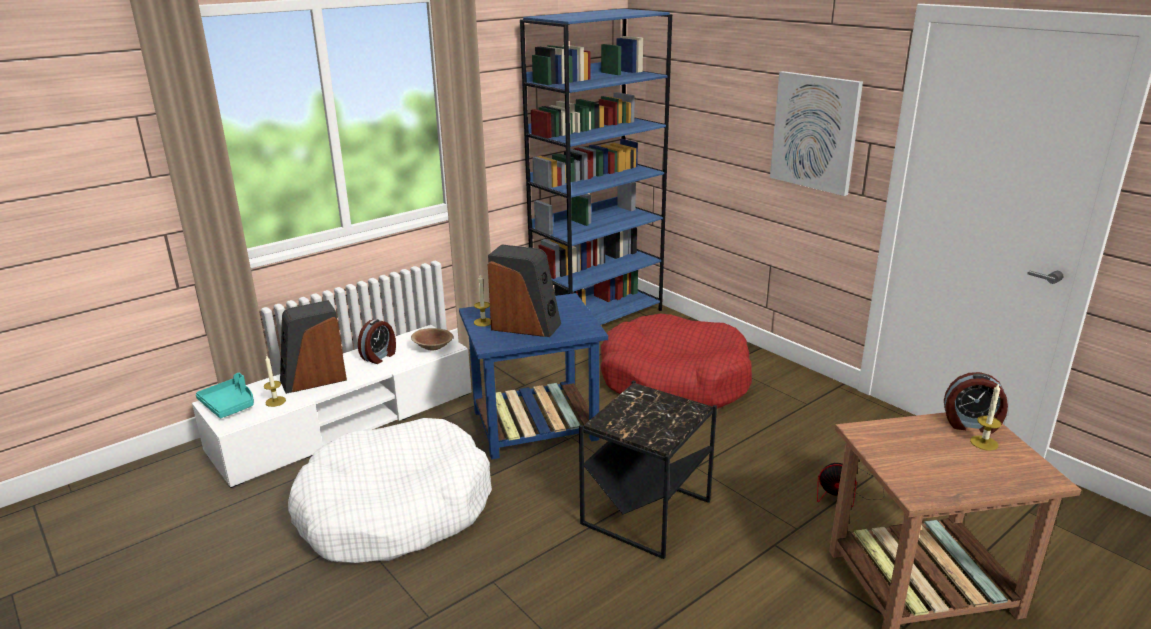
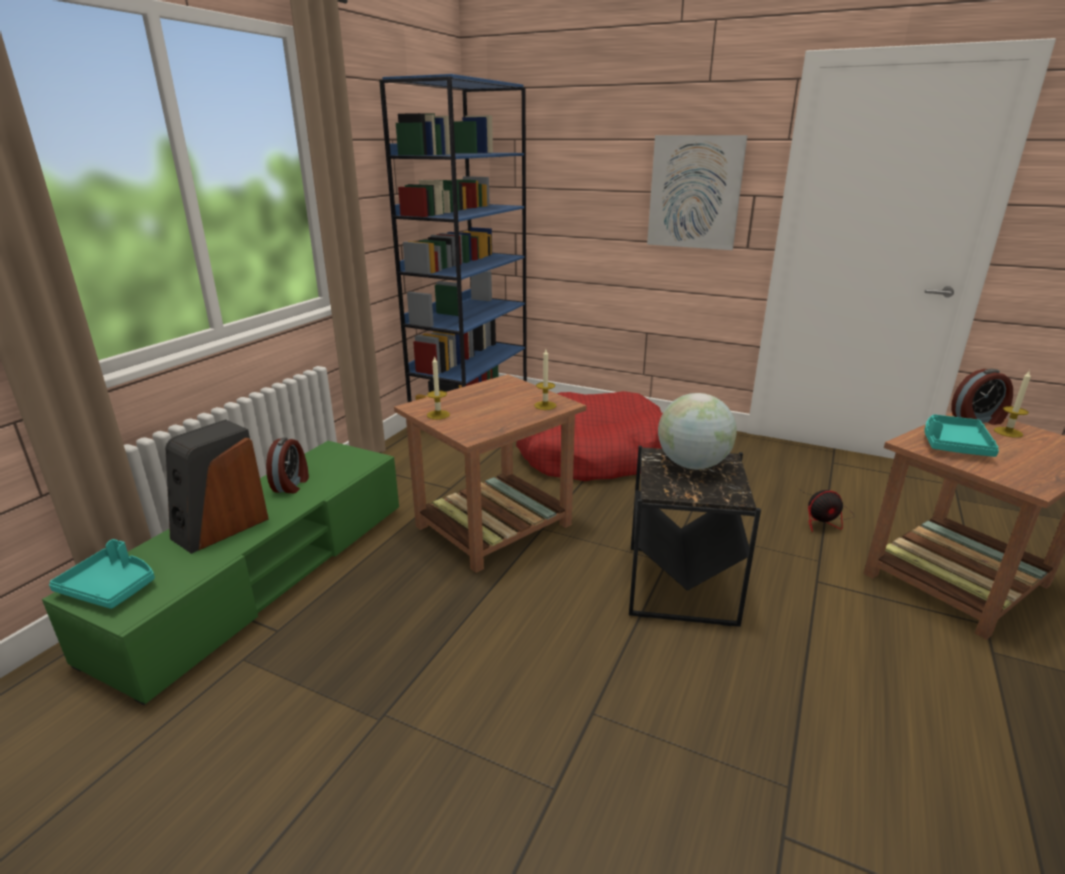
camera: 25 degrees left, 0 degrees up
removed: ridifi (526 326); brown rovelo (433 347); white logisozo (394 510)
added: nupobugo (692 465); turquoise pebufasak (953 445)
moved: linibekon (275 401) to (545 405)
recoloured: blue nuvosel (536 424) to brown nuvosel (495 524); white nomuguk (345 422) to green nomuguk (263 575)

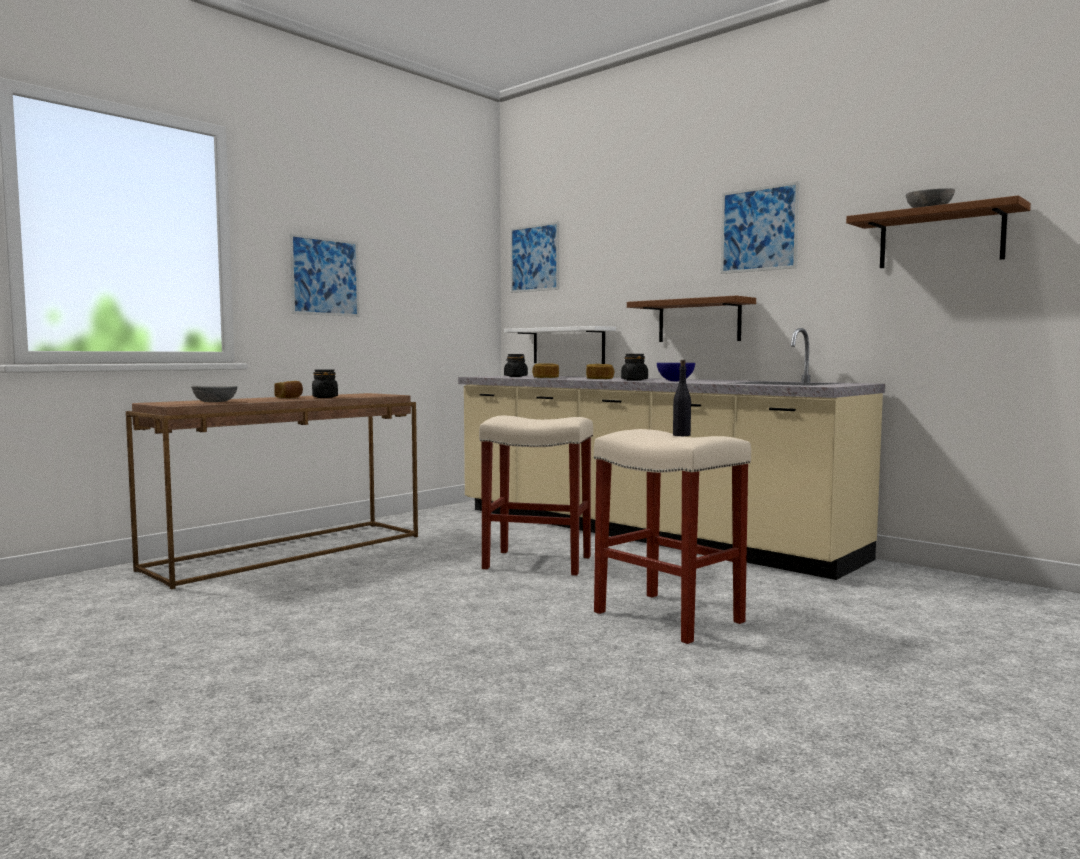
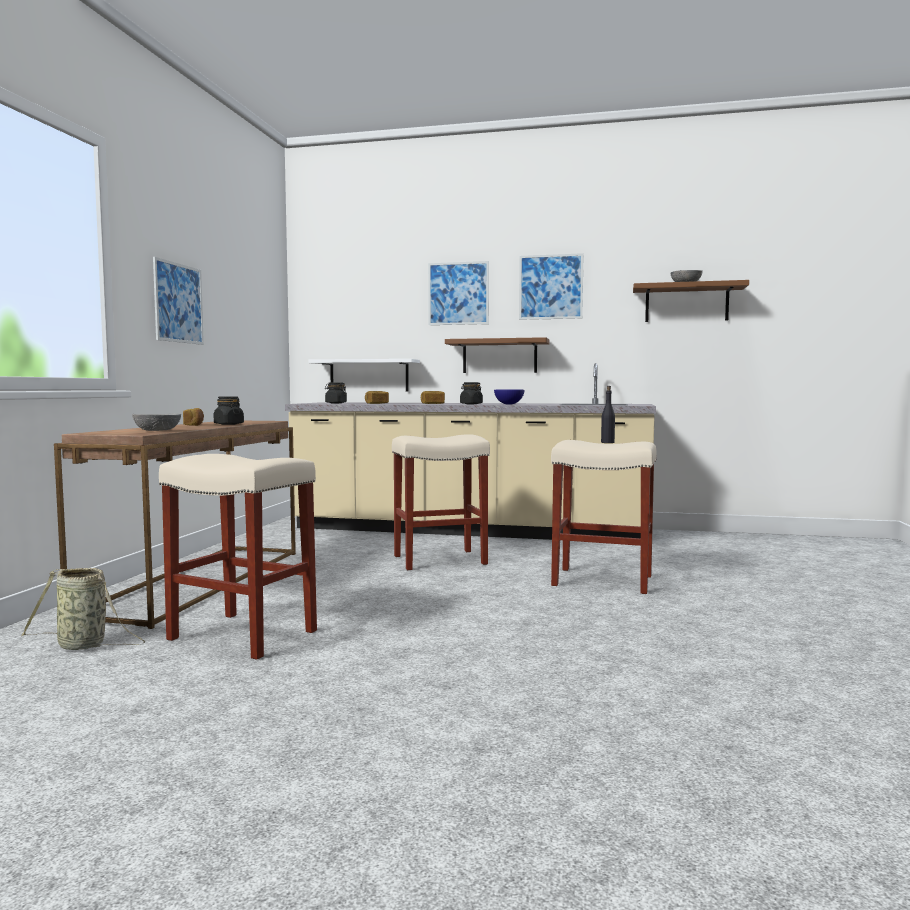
camera: 30 degrees left, 0 degrees up
added: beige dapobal (245 635); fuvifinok (85 645)
moved: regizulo (534 258) to (458 293)

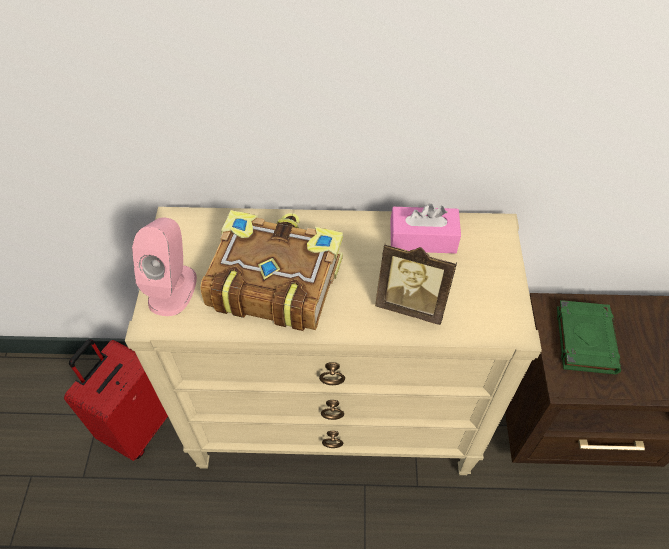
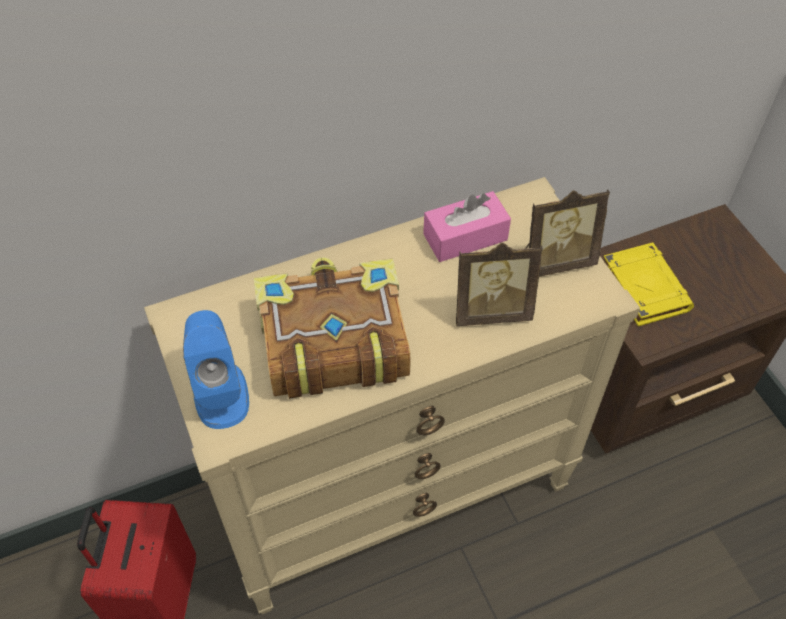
camera: 25 degrees left, 0 degrees up
added: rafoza (555 260)
recoloured: pink ridifi (172 288) to blue ridifi (220 393); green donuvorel (585 339) to yellow donuvorel (644 287)

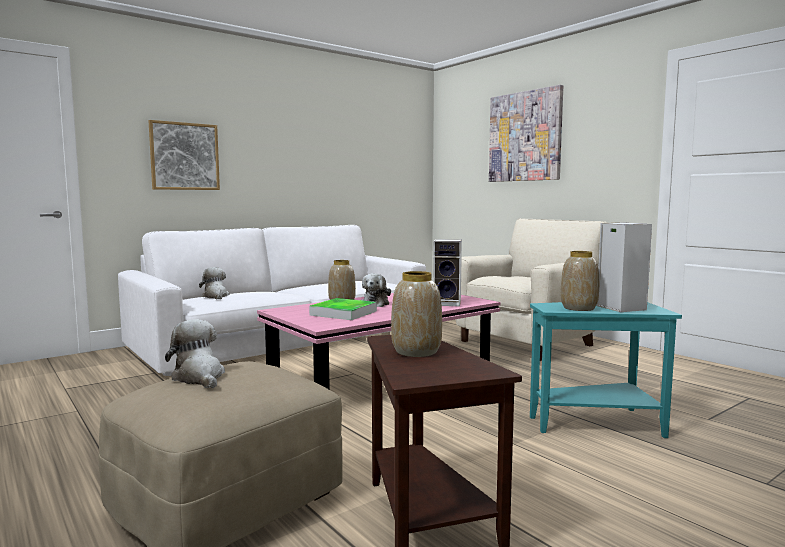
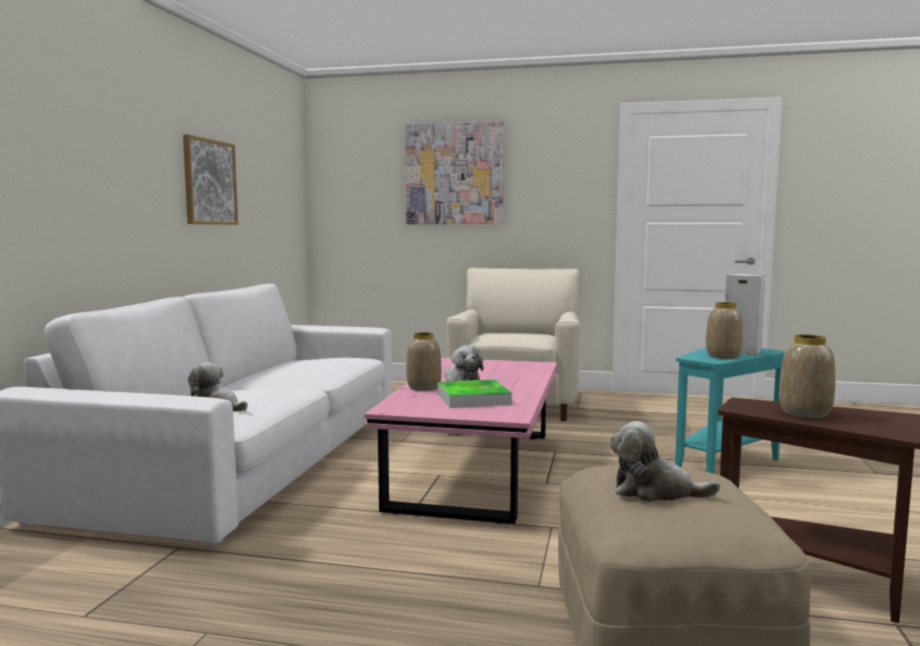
camera: 40 degrees left, 0 degrees up
removed: ridifi (448 303)
moved: regizulo (184 156) to (209 182)

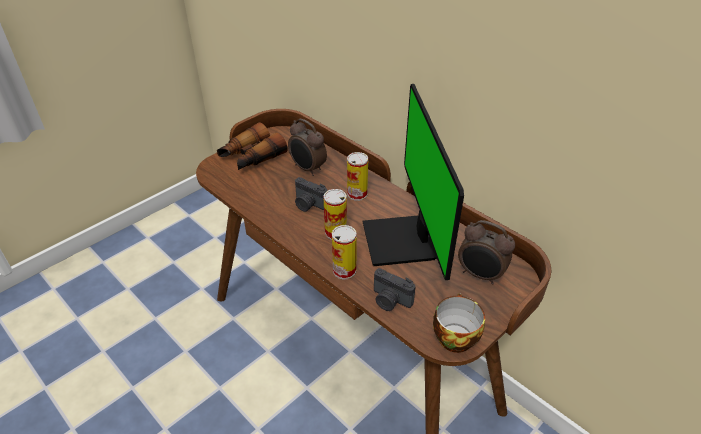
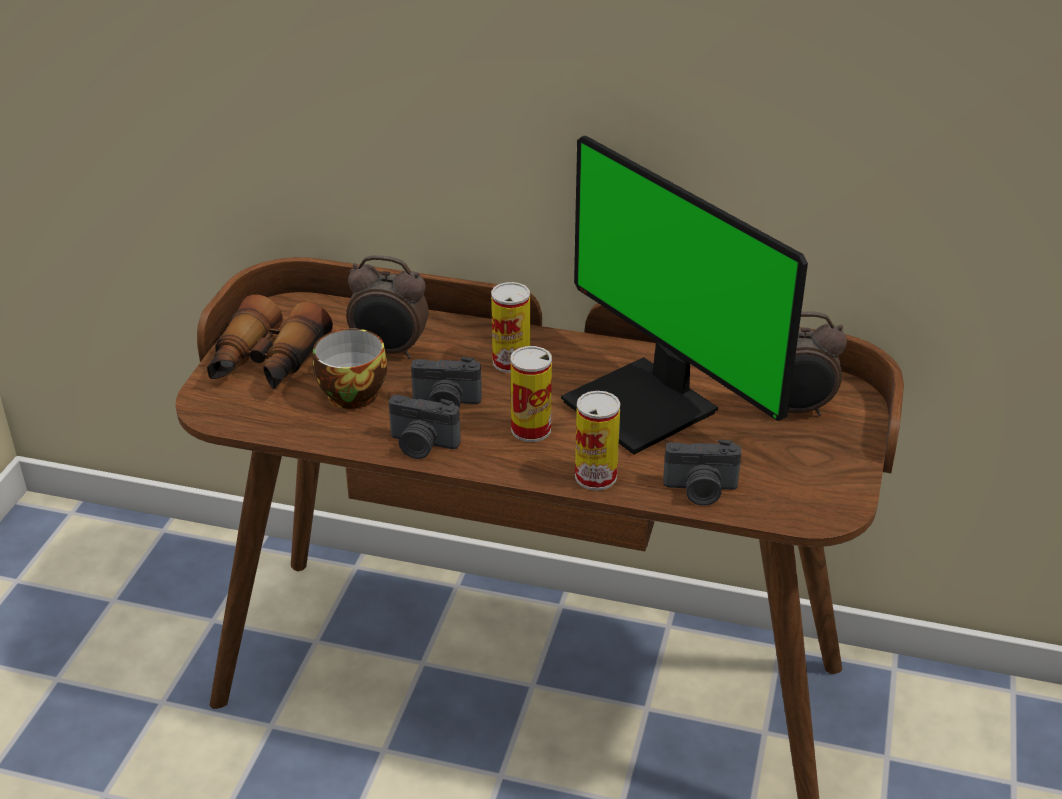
camera: 30 degrees left, 5 degrees down
added: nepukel (422 445)
moved: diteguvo (453 336) to (349 392)

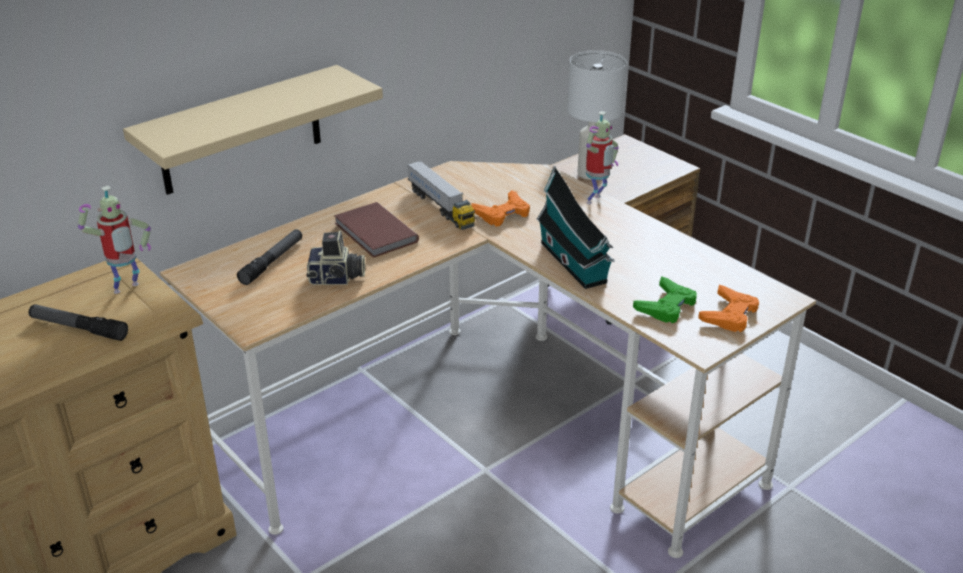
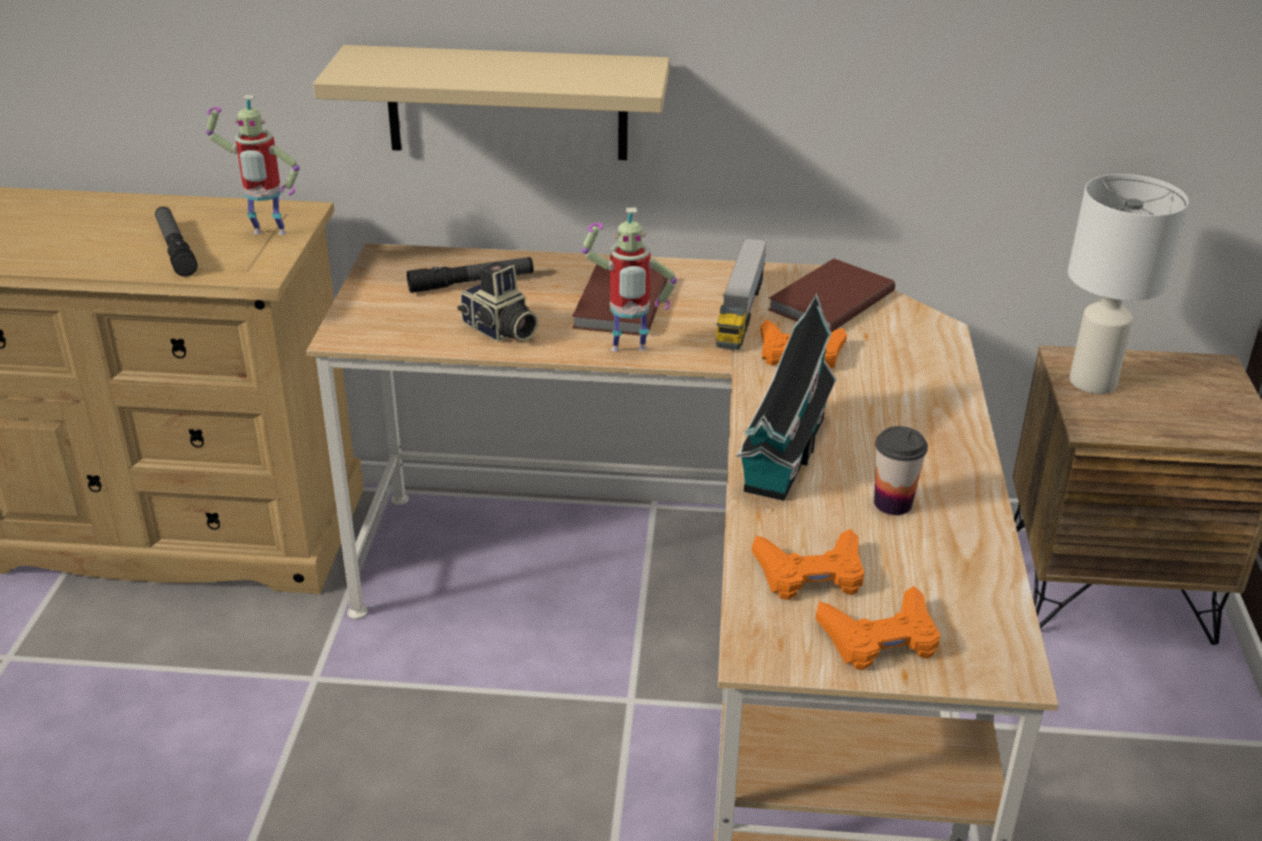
camera: 45 degrees right, 0 degrees up
added: brown donuvorel (828 300); diteguvo (892 503)
moved: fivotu (596 201) to (628 352)
recoloured: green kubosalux (666 306) to orange kubosalux (810 573)

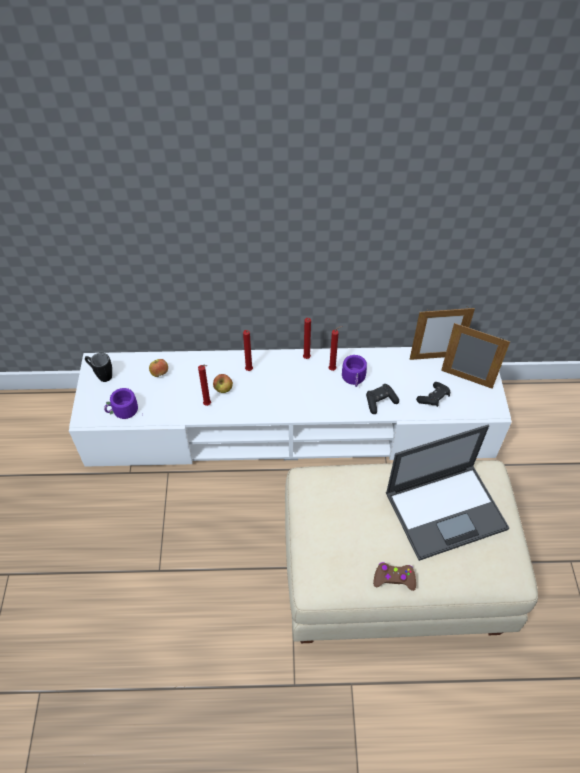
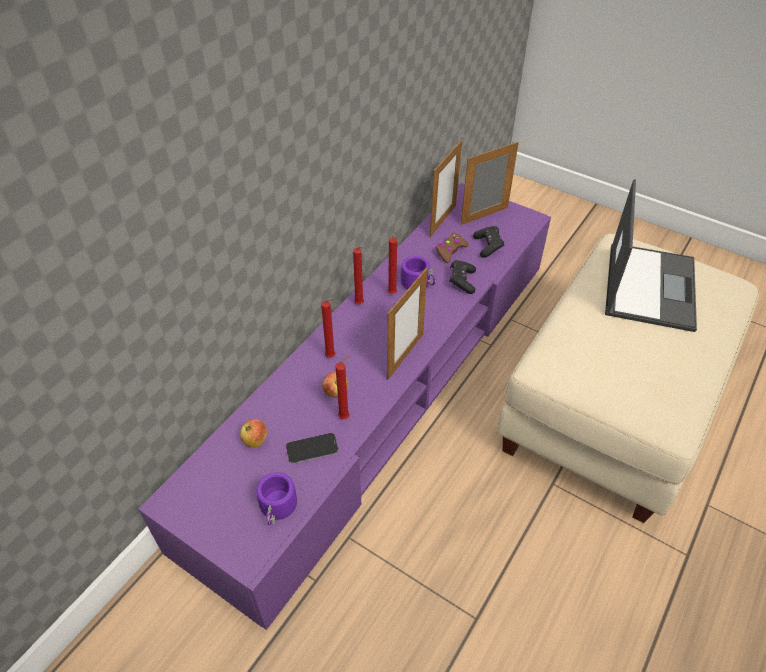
camera: 55 degrees left, 5 degrees down
removed: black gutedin (101 375)
added: rafoza (405 356); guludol (312 449)
moved: brown kubosalux (394 578) to (450 251)
recoloured: white nomuguk (291 425) to purple nomuguk (383 389)

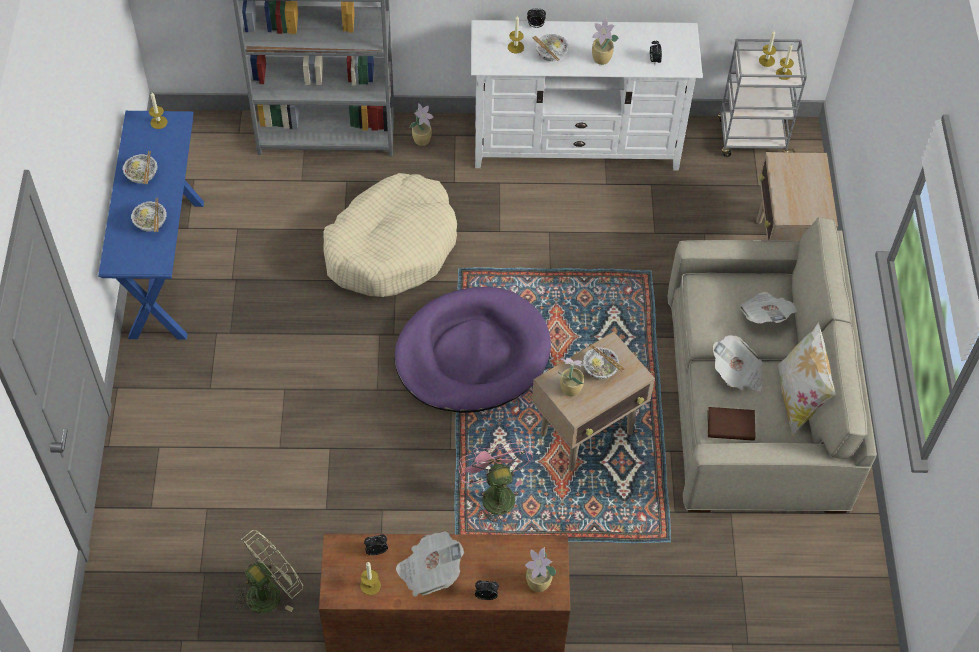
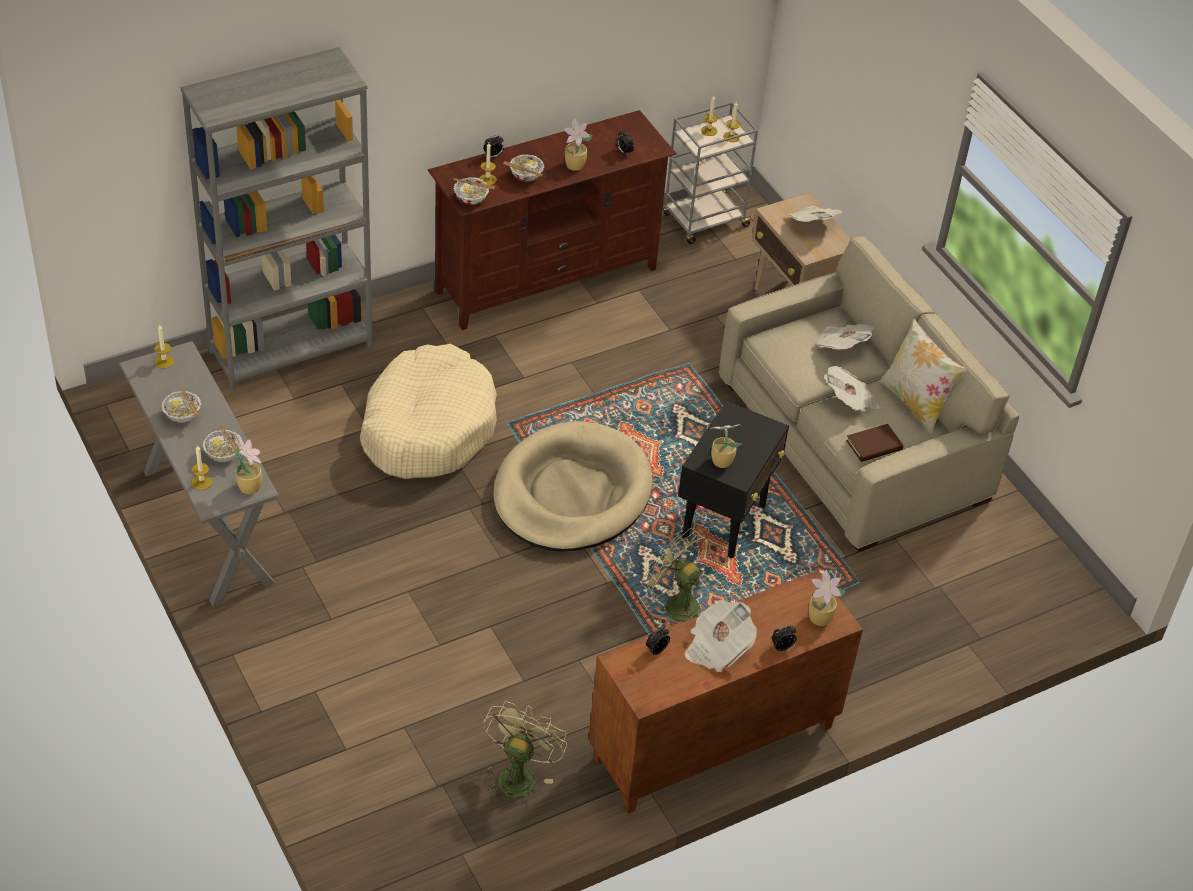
camera: 30 degrees left, 10 degrees down
added: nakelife (813 224)
moved: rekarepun (422 140) to (250 486); rovelo (600 369) to (471 199); linibekon (370 585) to (201 482)
recoloured: white nomuguk (576 145) to brown nomuguk (546 279); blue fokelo (167 267) to grey fokelo (208 525); purple logisozo (472 354) to beige logisozo (571 493); beige nuvosel (587 433) to black nuvosel (724 521); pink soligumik (494 493) to green soligumik (674 604)

